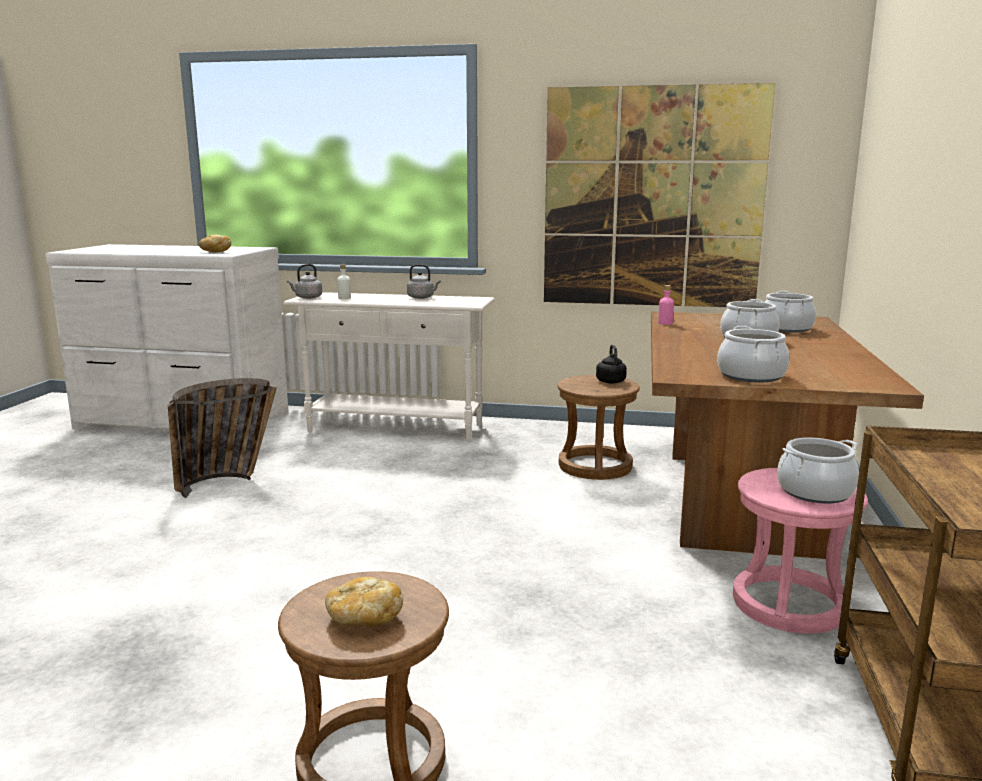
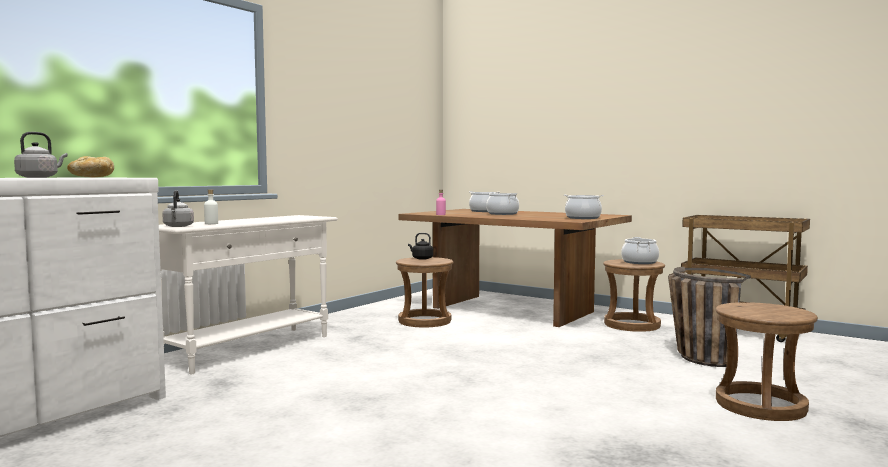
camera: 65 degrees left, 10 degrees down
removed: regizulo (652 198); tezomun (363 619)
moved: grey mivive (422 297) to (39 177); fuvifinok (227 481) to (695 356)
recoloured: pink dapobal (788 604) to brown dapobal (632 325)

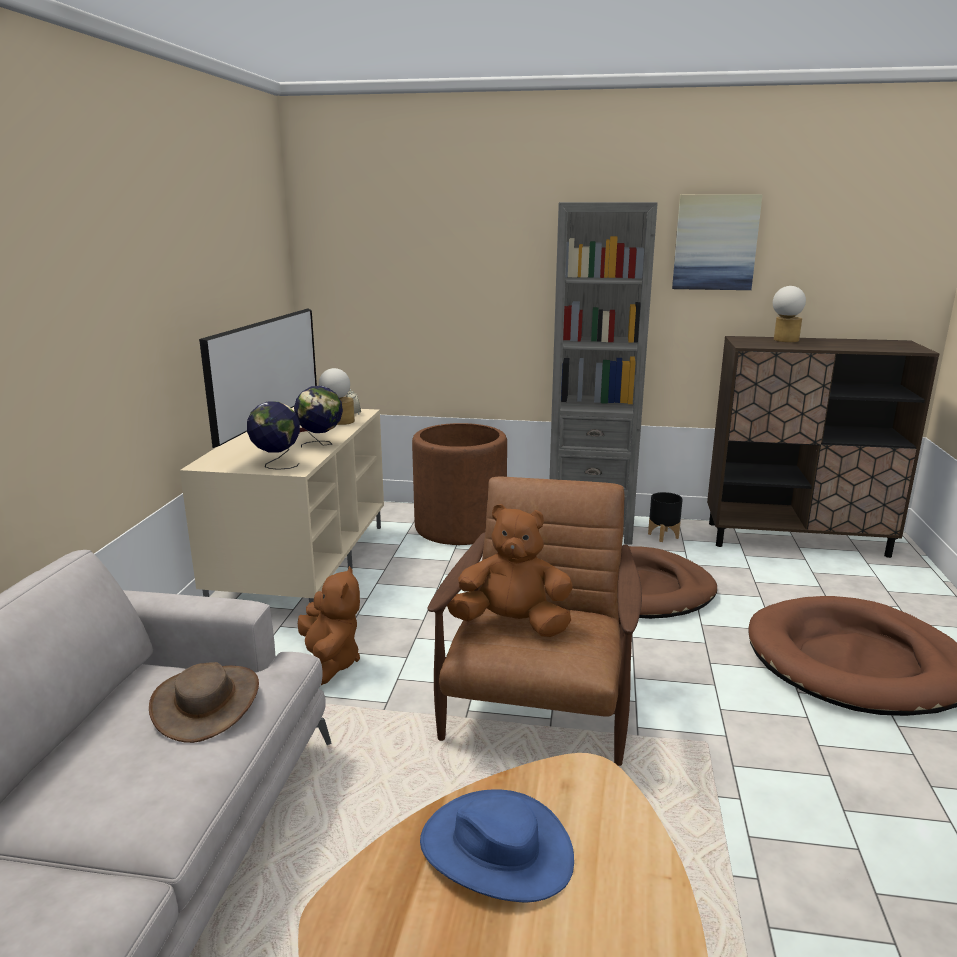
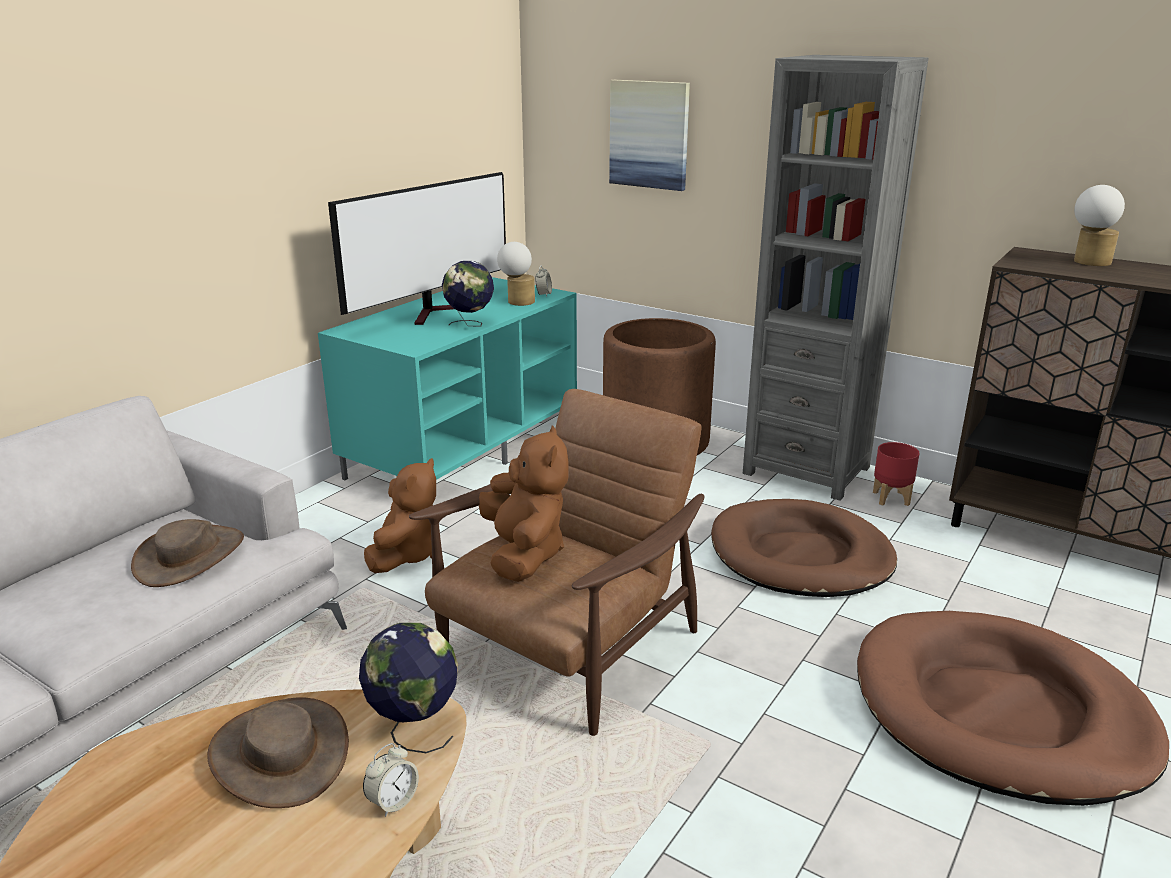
camera: 25 degrees right, 5 degrees up
added: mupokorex (393 801)
moved: regizulo (715 242) to (649 134); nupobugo (276 464) to (414 730)
recoloured: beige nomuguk (302 564) to turquoise nomuguk (463 449); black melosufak (663 536) to red melosufak (891 498); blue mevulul (496 849) to brown mevulul (280 753)
turned: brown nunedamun (512 624) = (524 554) 45 degrees clockwise

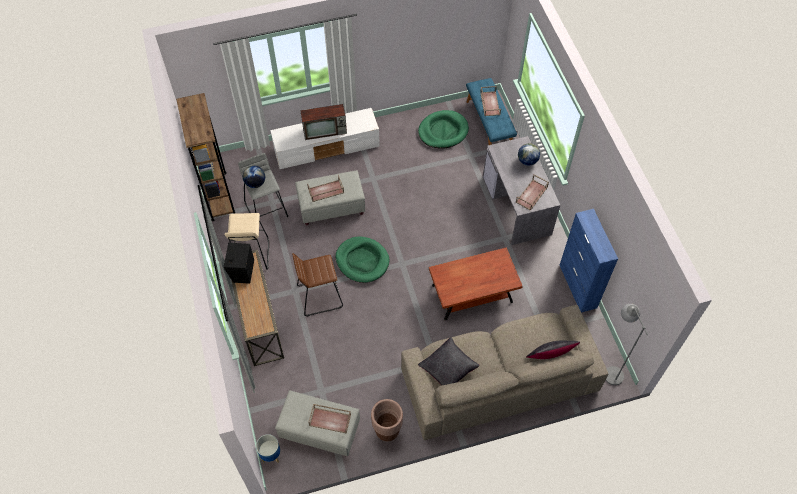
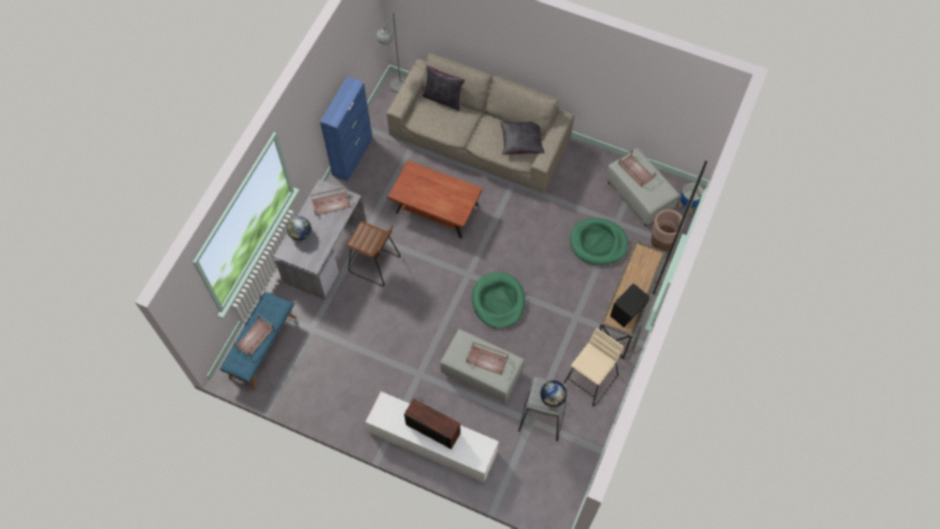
camera: 140 degrees left, 5 degrees up
removed: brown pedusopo (219 196)
moved: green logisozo (443 131) to (598 243); brown dapobal (319 296) to (375 265); brown melosufak (387 431) to (661 243)

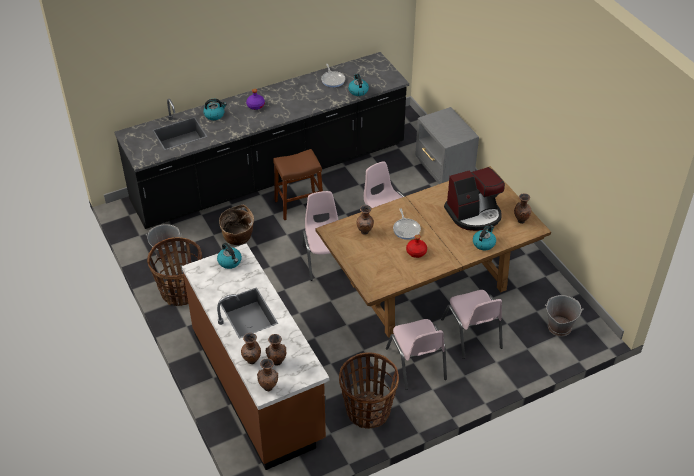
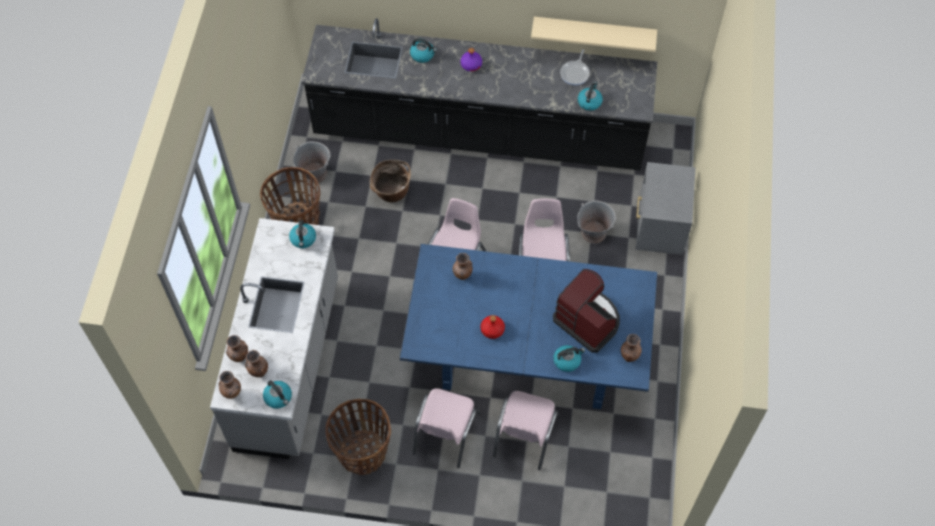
camera: 35 degrees right, 15 degrees up
removed: brown dapobal (299 205); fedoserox (406 229)
added: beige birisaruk (594 32); mivive (278 397)
moved: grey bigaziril (559 327) to (593 232)
recoloured: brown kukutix (429 286) to blue kukutix (527 356); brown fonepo (258 386) to grey fonepo (289 364)
turned: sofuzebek (474 214) = (588 321) 150 degrees counterclockwise

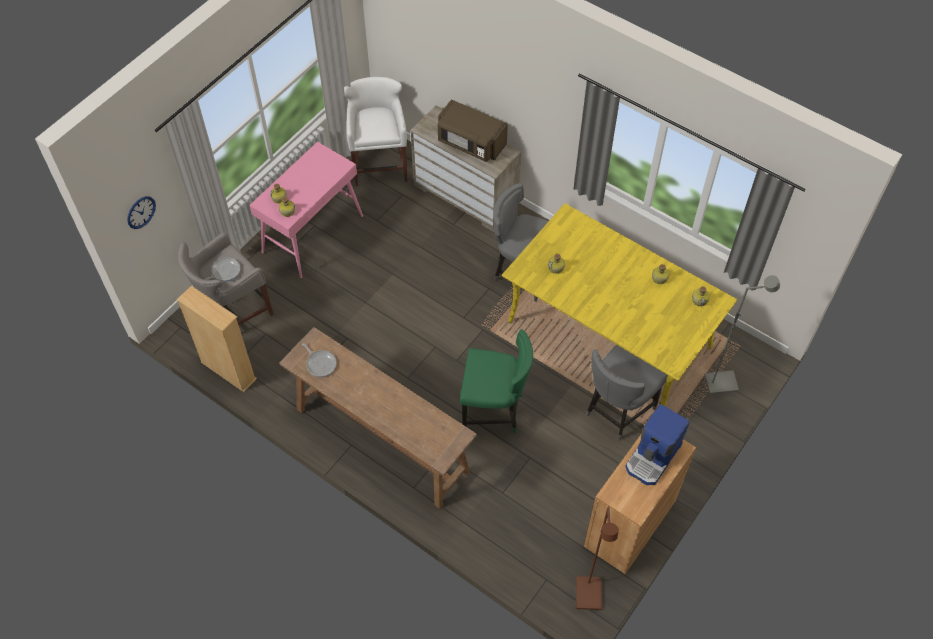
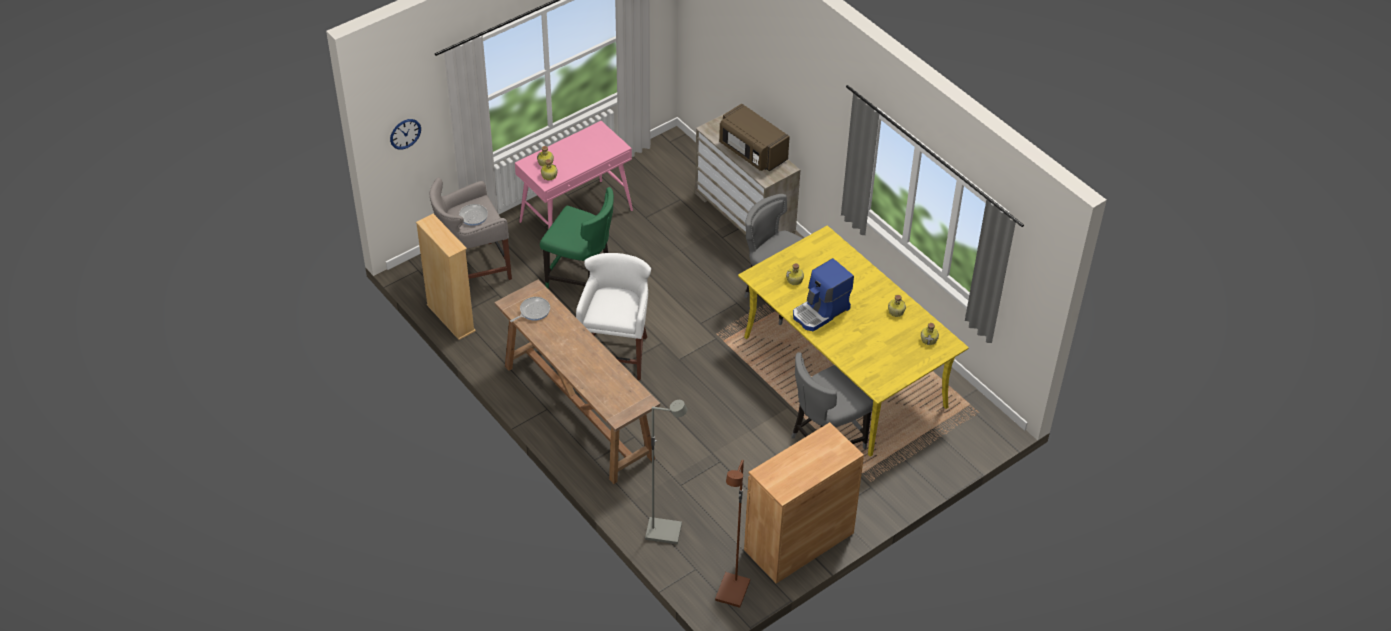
camera: 15 degrees right, 10 degrees down
moved: white dapobal (379 163) to (616 353); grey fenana (721 382) to (664 531); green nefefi (494 411) to (581 279); sofuzebek (653 457) to (821 312)
turned: fedoserox (320 363) = (533 311) 105 degrees counterclockwise

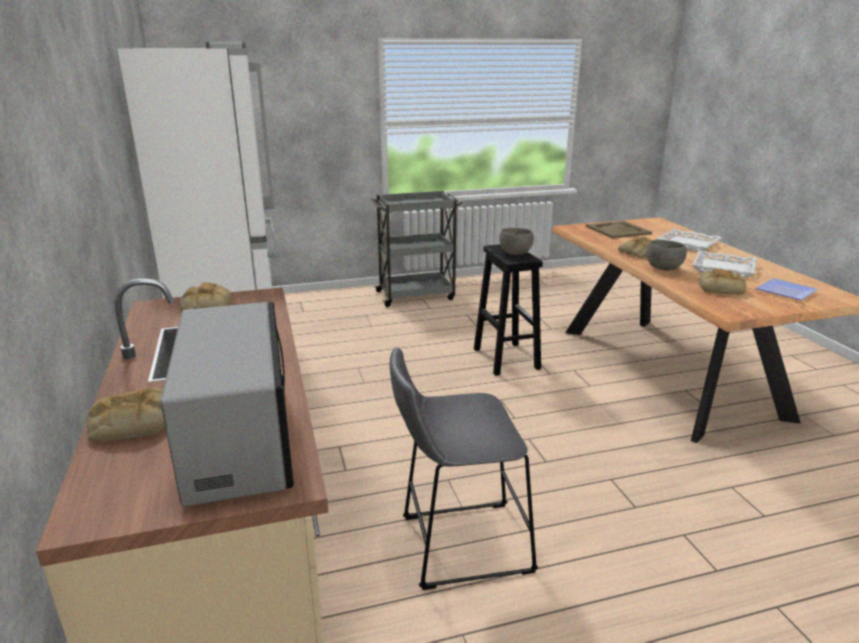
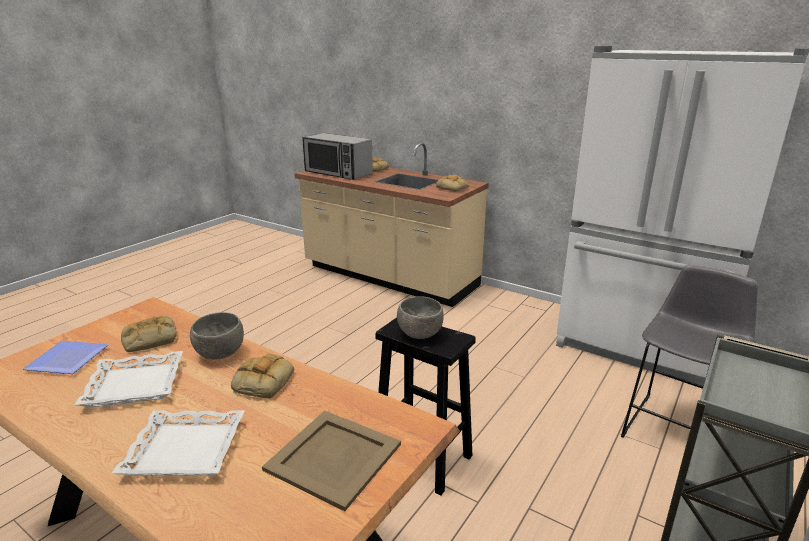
camera: 140 degrees right, 0 degrees up
moved: grey dapobal (458 544) to (675 428)

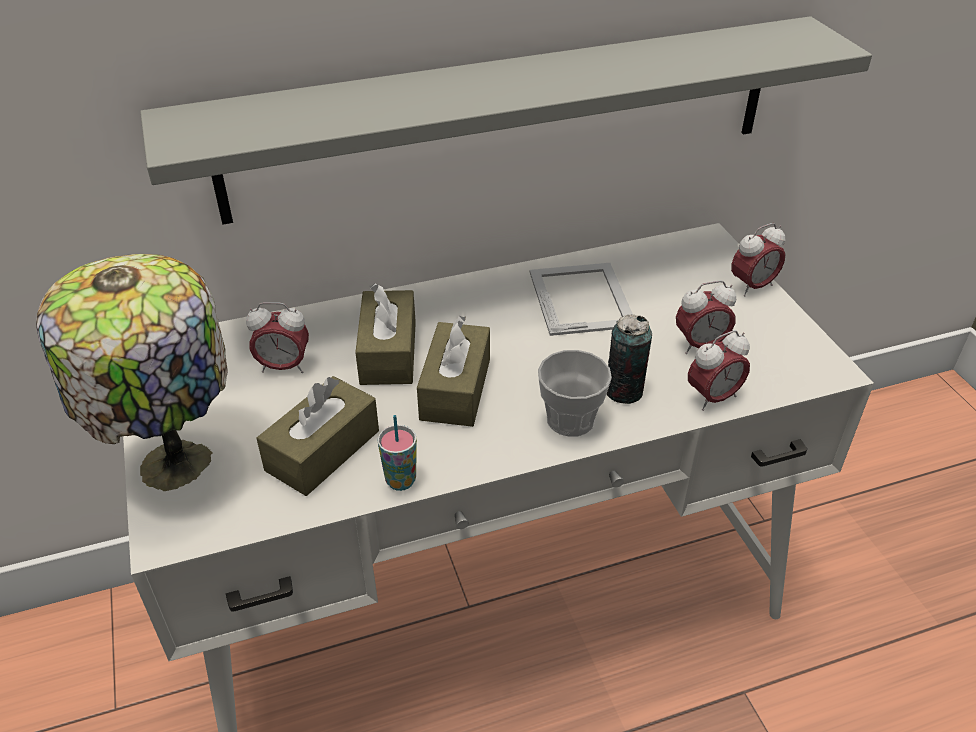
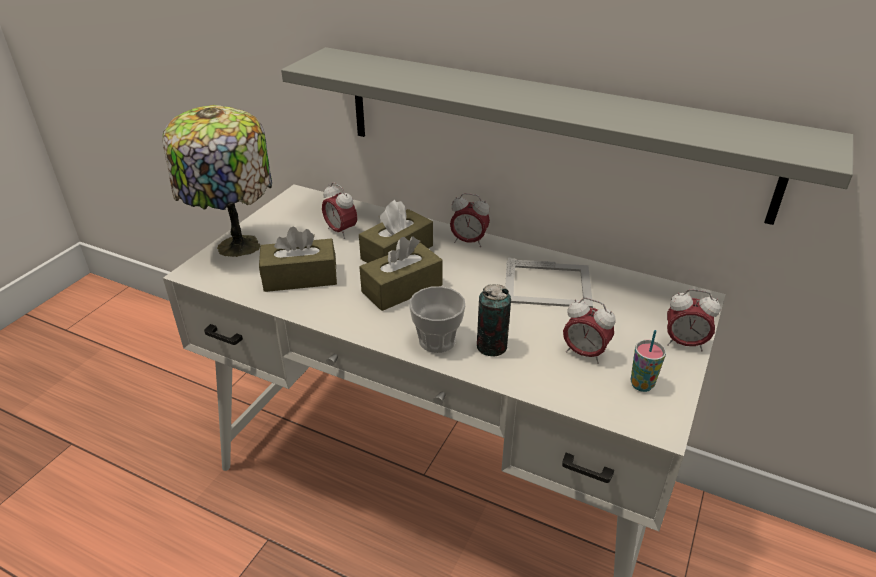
camera: 45 degrees right, 5 degrees down
moved: mupokorex (713 398) to (469 242); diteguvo (400 481) to (641 385)
turned: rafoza (582 297) = (549 284) 60 degrees clockwise

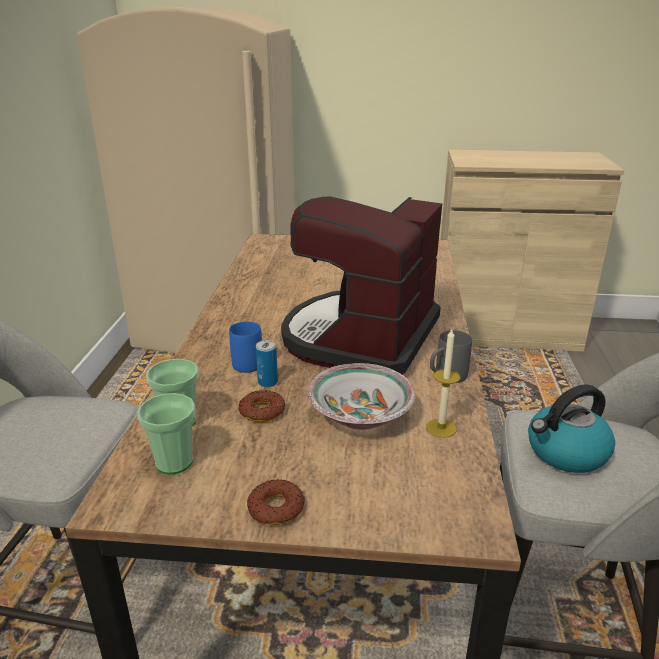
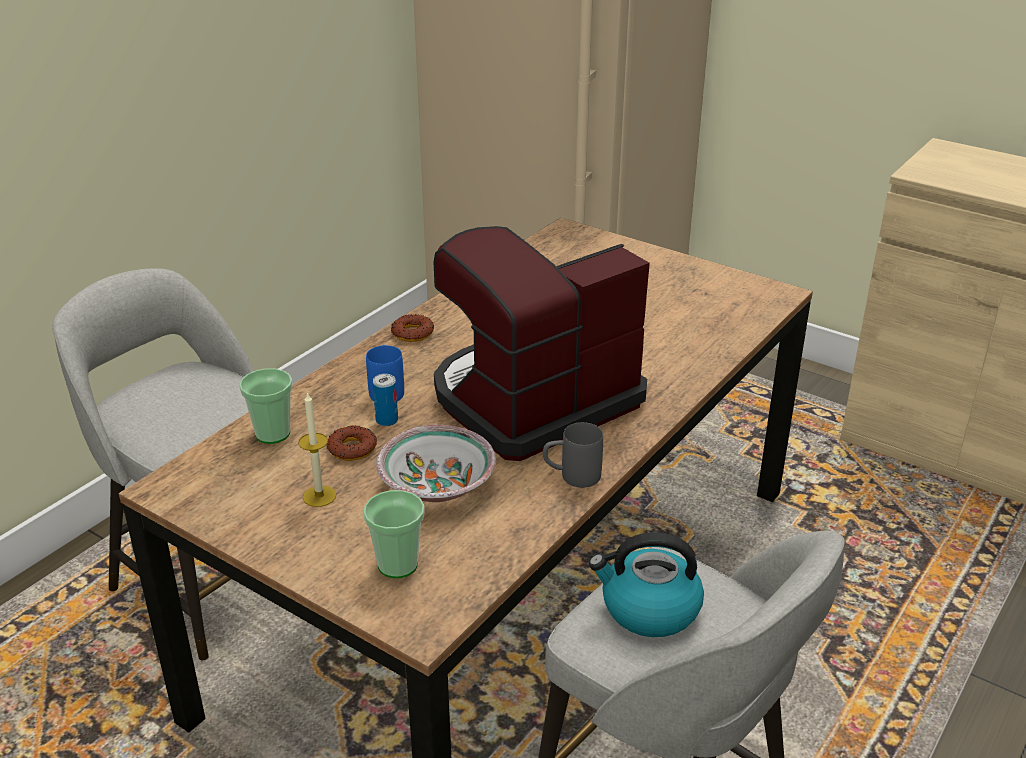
camera: 30 degrees right, 5 degrees up
moved: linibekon (441 428) to (319 496); diteguvo (174 462) to (398 565); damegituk (275 508) to (412 333)

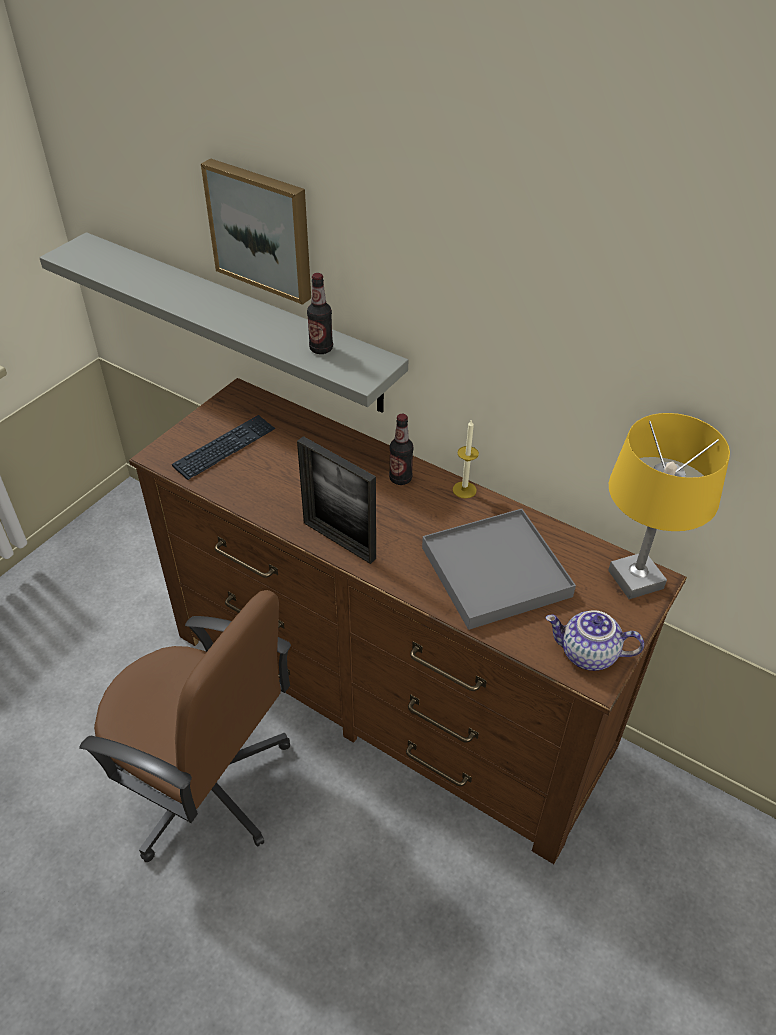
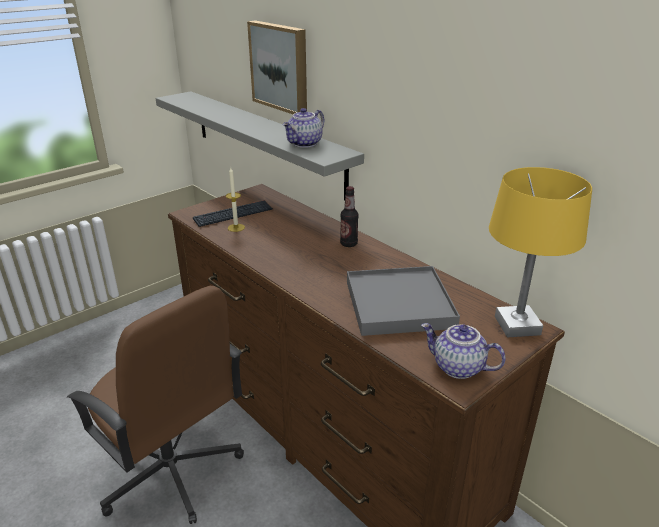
camera: 15 degrees right, 15 degrees down
removed: rafoza (339 540)
moved: linibekon (464 490) to (236 227)
replaced: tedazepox (321 349) to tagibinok (305 144)

